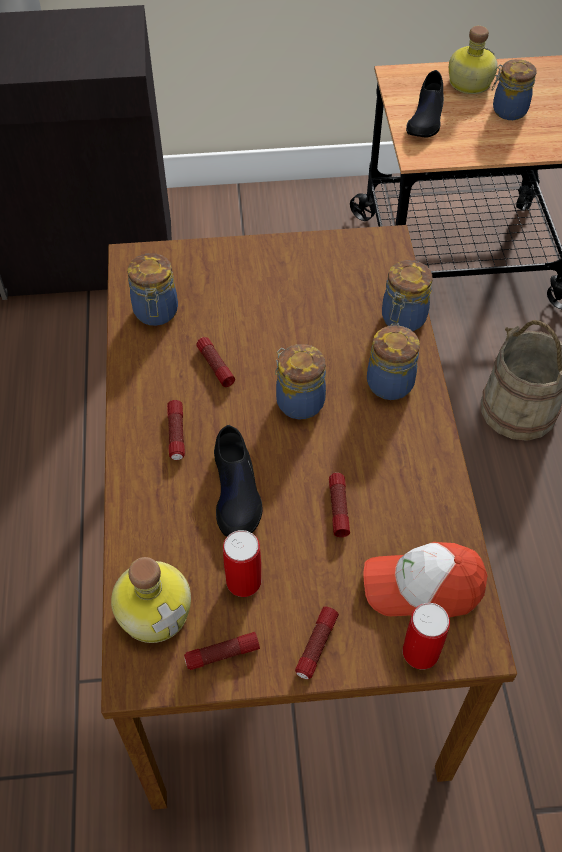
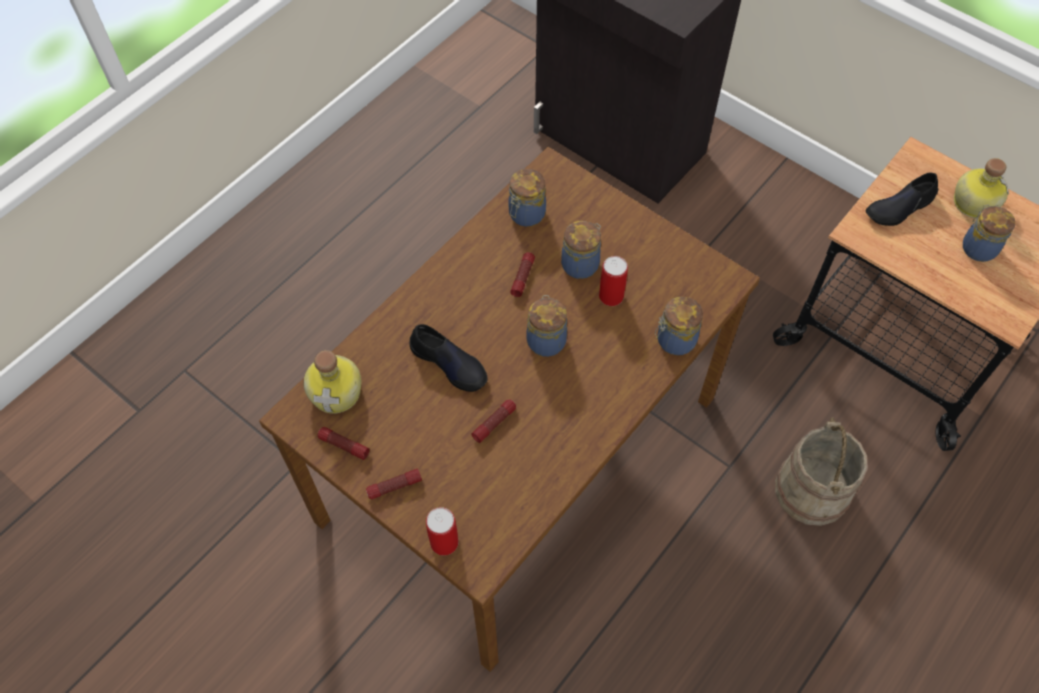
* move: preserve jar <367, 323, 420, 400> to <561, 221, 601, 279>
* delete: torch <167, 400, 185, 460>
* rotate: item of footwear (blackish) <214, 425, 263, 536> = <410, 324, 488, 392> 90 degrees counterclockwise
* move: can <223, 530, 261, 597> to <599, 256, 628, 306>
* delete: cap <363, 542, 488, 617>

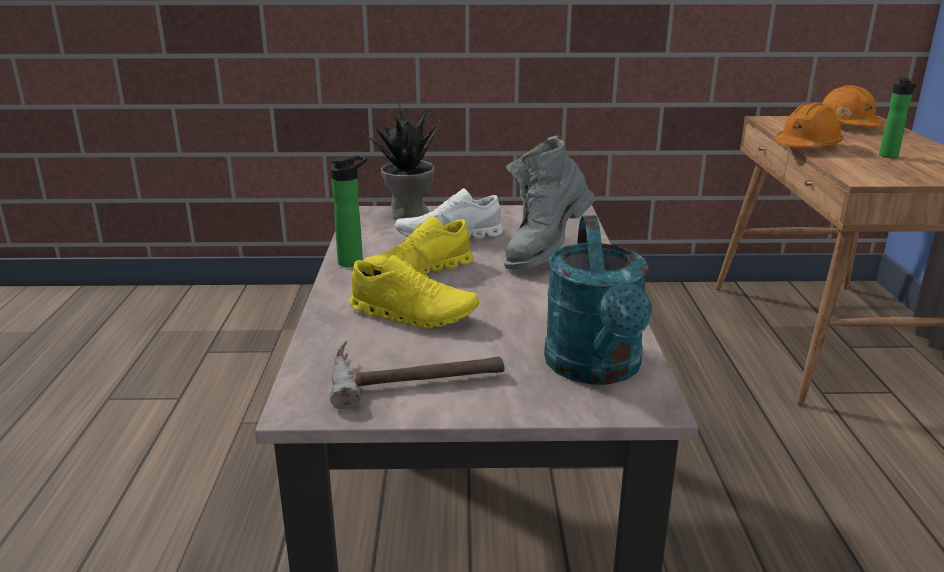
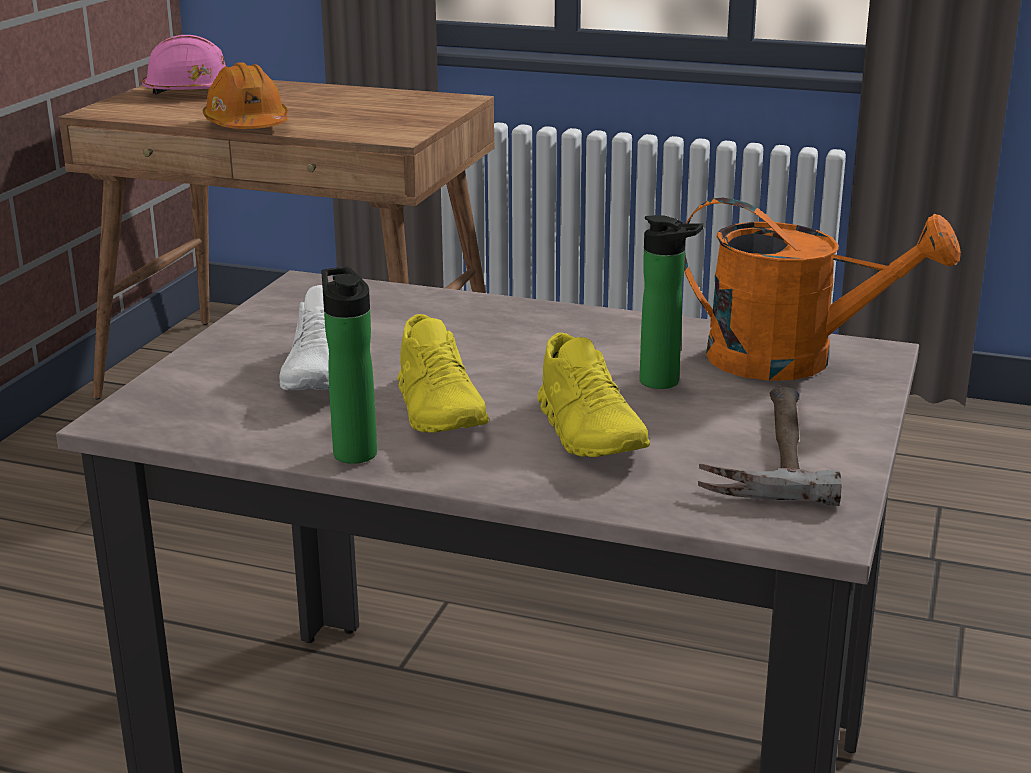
* move: bottle <879, 78, 917, 158> to <640, 215, 704, 389>
* recolor: safety helmet (orangey) <822, 85, 885, 127> to safety helmet (pink) <142, 35, 226, 95>
* delete: plant in a pot <362, 101, 440, 219>
* delete: tall boot (grey) <504, 136, 595, 269>
* recolor: watering can (turquoise) <544, 215, 652, 385> to watering can (orangey) <684, 198, 961, 381>
* rotate: item of footwear (yellow) <349, 255, 479, 329> = <537, 333, 650, 457> 120 degrees clockwise

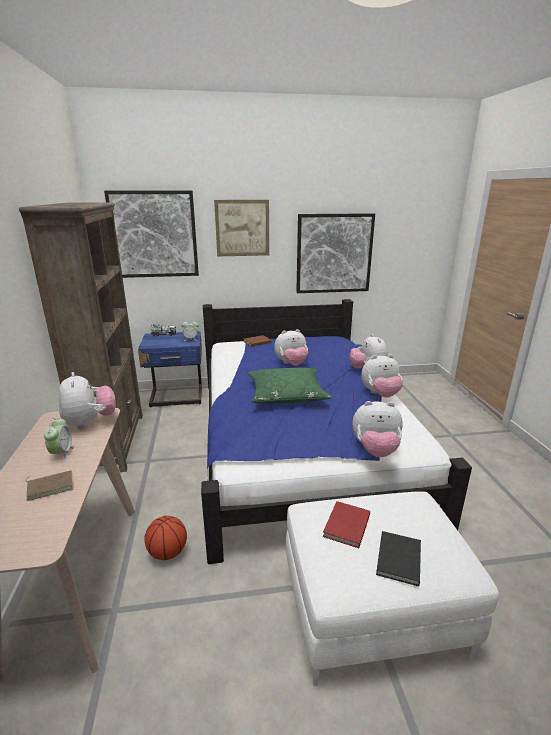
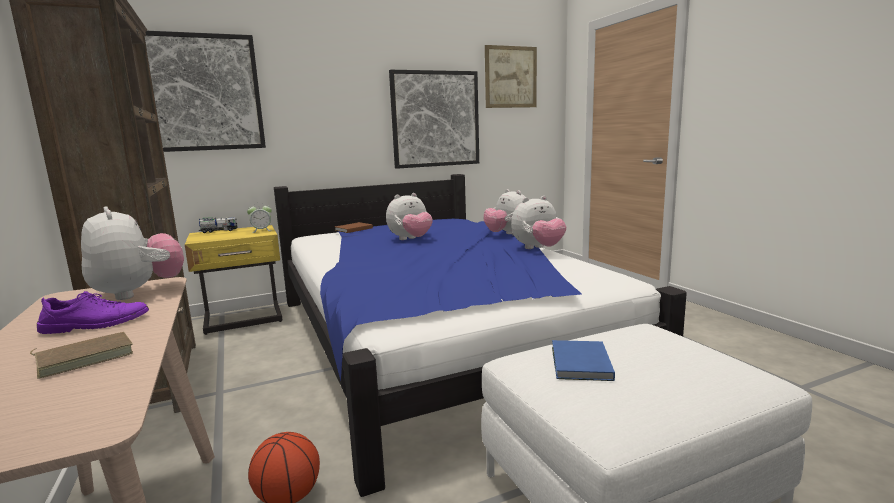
* move: wall art <214, 200, 269, 256> to <485, 45, 537, 108>
* recolor: bedside table (bluish) <138, 331, 202, 408> to bedside table (yellow) <185, 225, 283, 335>
* delete: throw pillow (greenish) <248, 368, 332, 404>
* delete: cuddly toy <352, 401, 403, 457>
* replace: table clock <44, 418, 74, 461> to item of footwear (purple) <37, 291, 149, 334>
* recolor: volume (red-coloured) <323, 501, 370, 548> to volume (bluish) <552, 340, 615, 381>
* delete: volume (blackish) <376, 531, 421, 586>

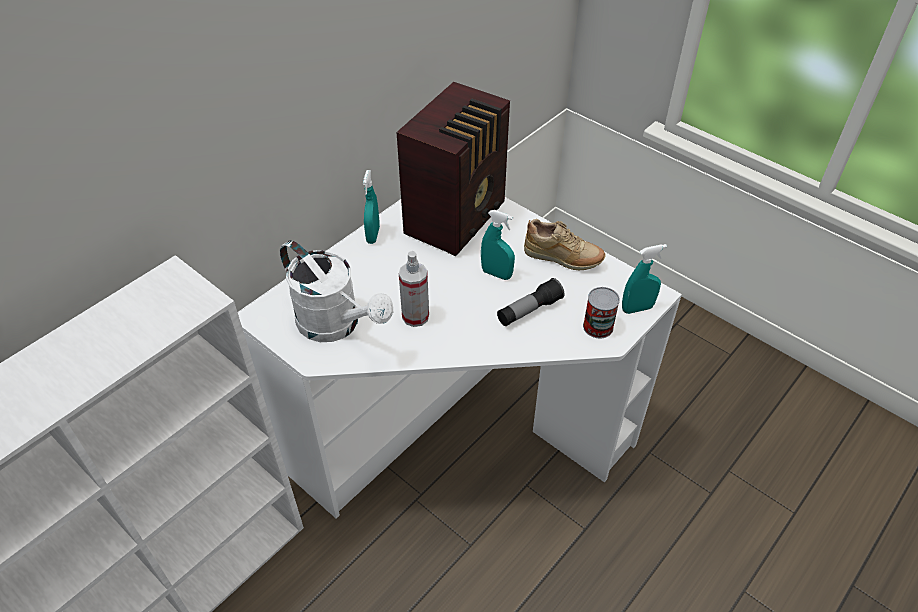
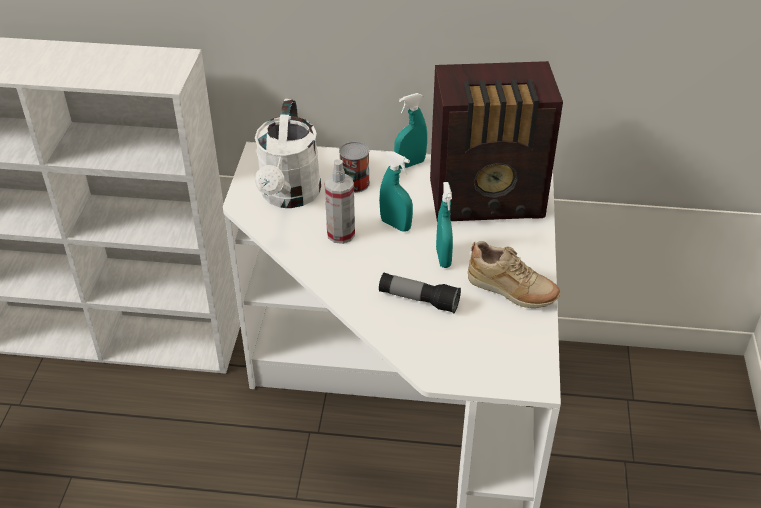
* rotate: item of footwear (beige-coloured) <524, 219, 606, 270> = <468, 241, 561, 308> 45 degrees counterclockwise
* move: hand sprayer (turquoise) <622, 244, 667, 314> to <379, 151, 413, 232>
* move: can <583, 287, 620, 338> to <339, 142, 370, 193>

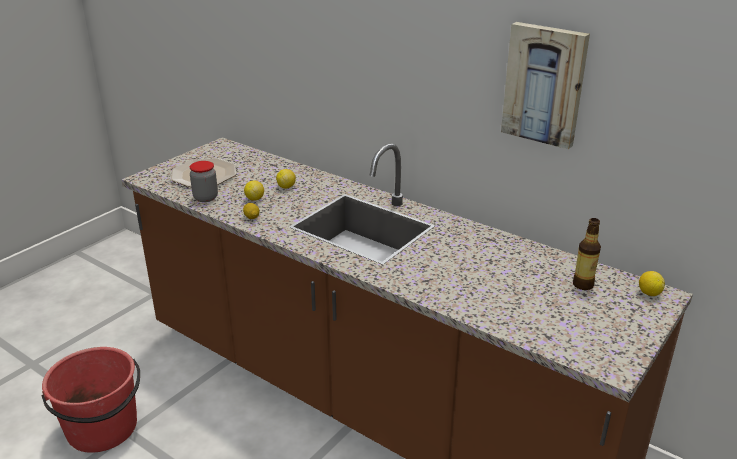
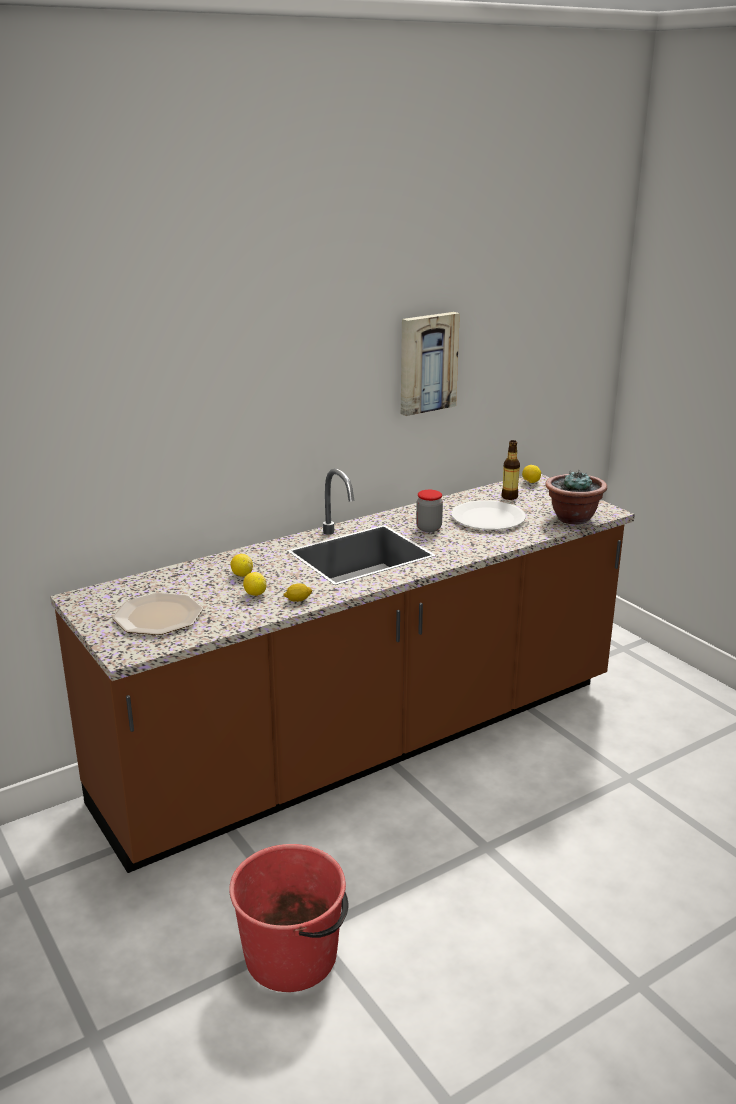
* move: preserve jar <190, 161, 218, 202> to <416, 490, 443, 532>
* insert: plant in a pot <545, 470, 607, 524>
* insert: dinner plate (whitish) <451, 500, 526, 530>

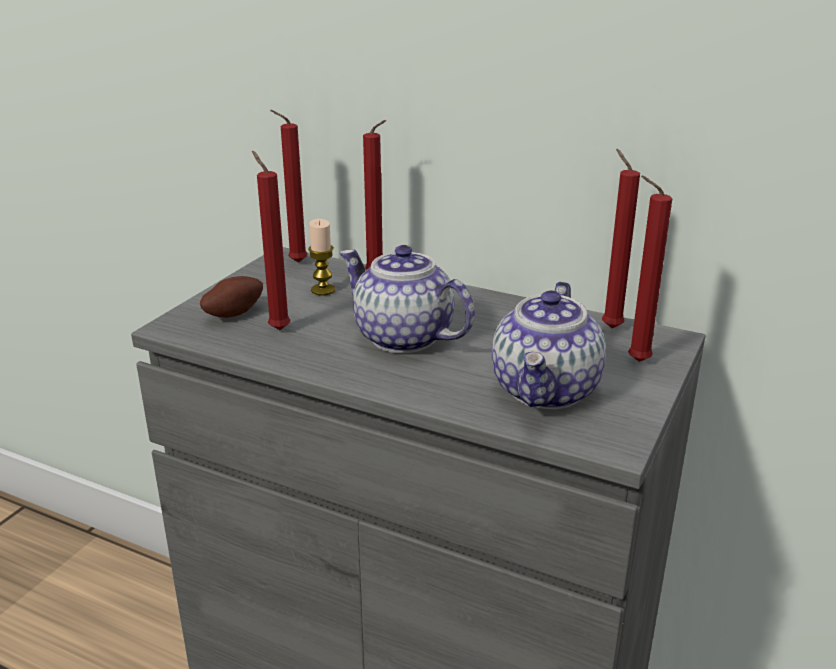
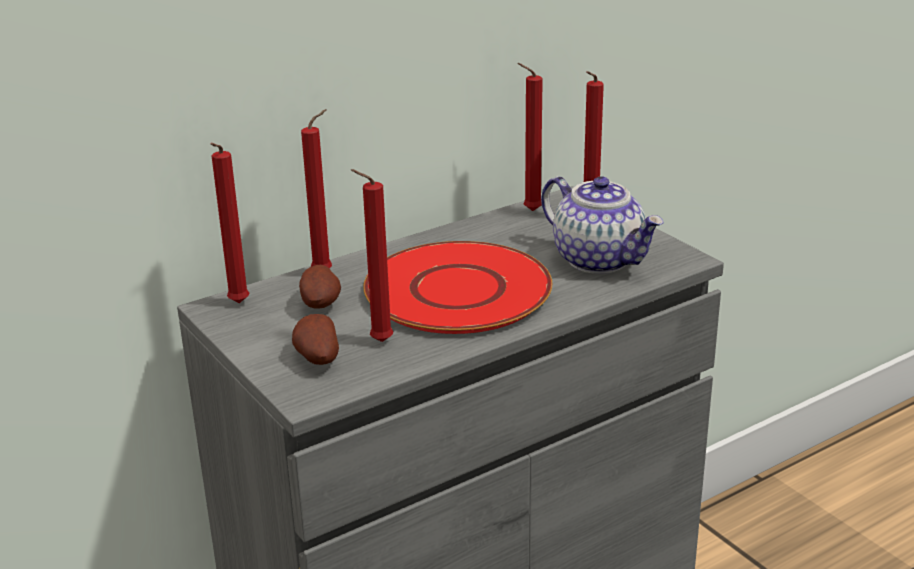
* replace: candle <308, 219, 335, 295> to potato <299, 265, 341, 309>
* replace: teapot <340, 245, 475, 353> to dinner plate (red-coloured) <363, 241, 552, 334>

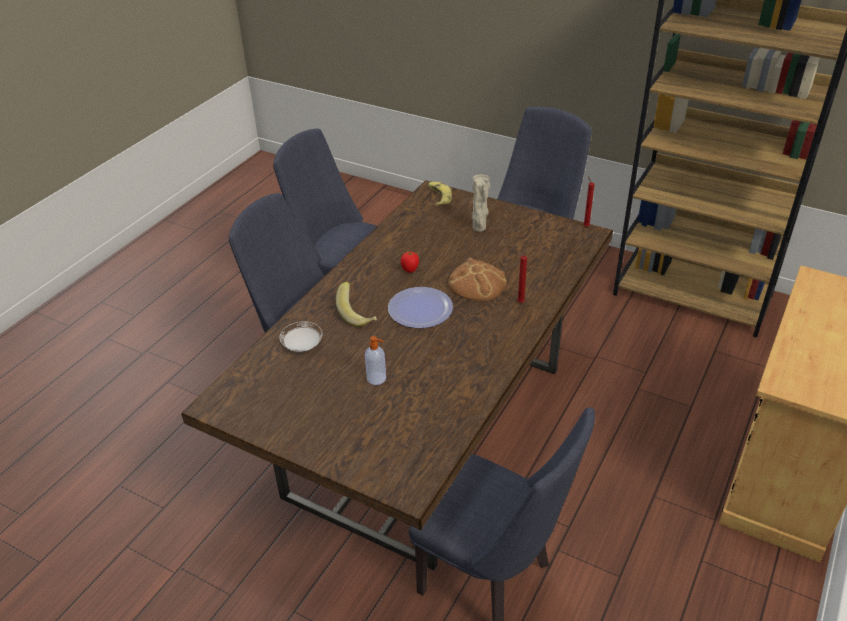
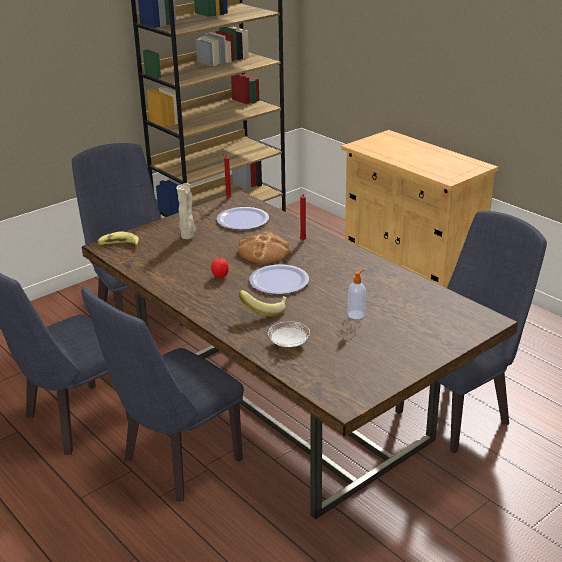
* insert: dinner plate <217, 207, 269, 230>

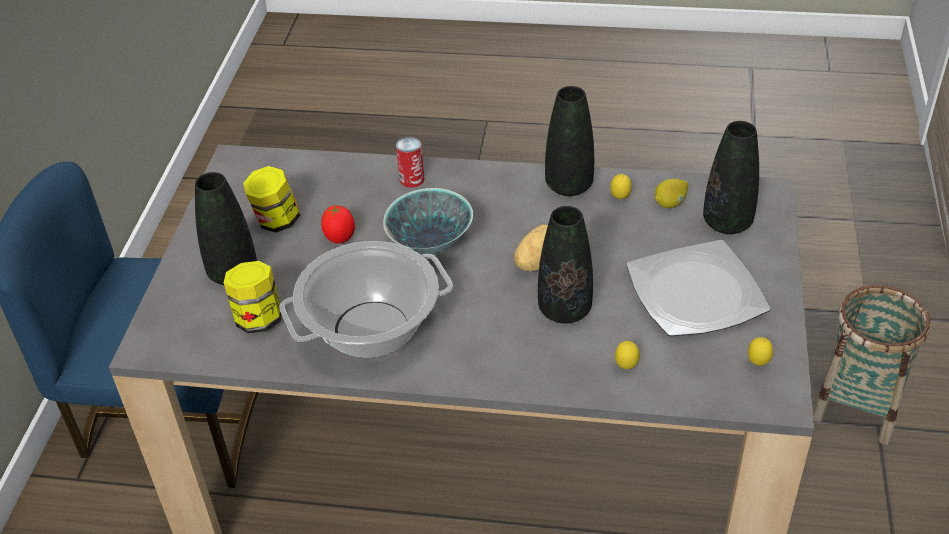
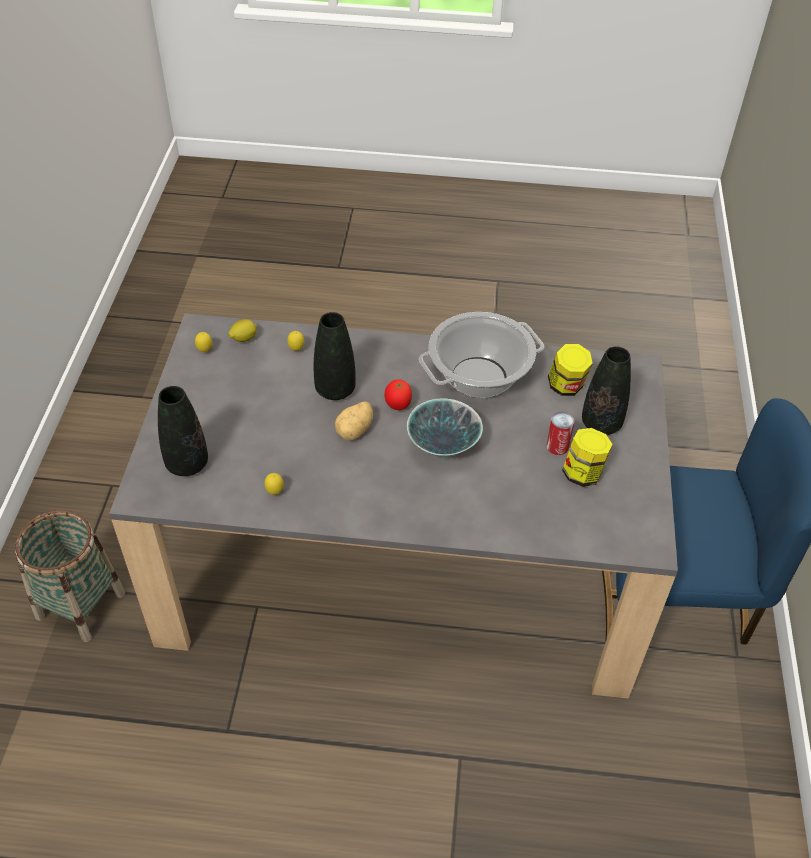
* delete: decorative vase (blackish) <545, 86, 594, 196>
* move: can <396, 137, 425, 188> to <546, 412, 574, 455>
* move: lemon <655, 178, 688, 208> to <228, 319, 257, 342>
* move: tomato <321, 205, 355, 244> to <385, 379, 412, 410>
* delete: dinner plate <627, 240, 771, 337>

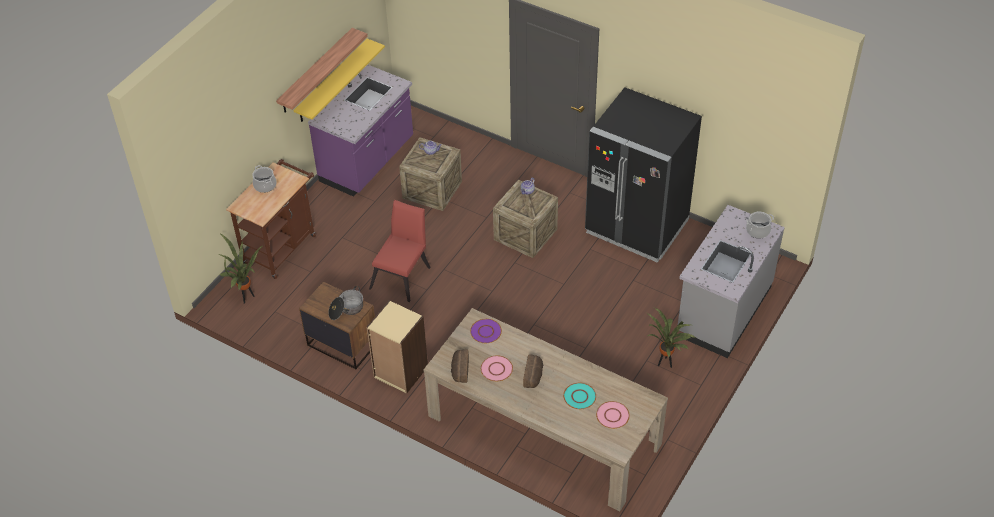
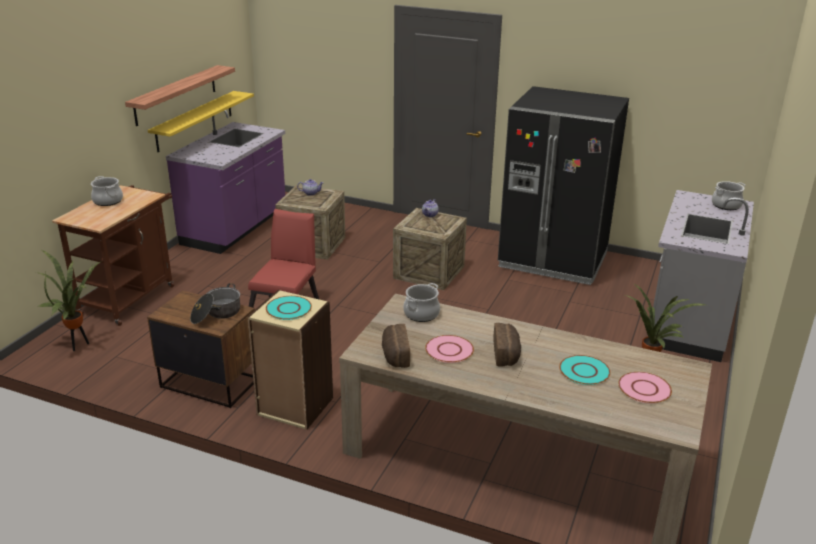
* replace: dinner plate (purple) <470, 319, 502, 343> to saucepot <403, 283, 440, 322>
* insert: dinner plate (turquoise) <266, 296, 312, 320>

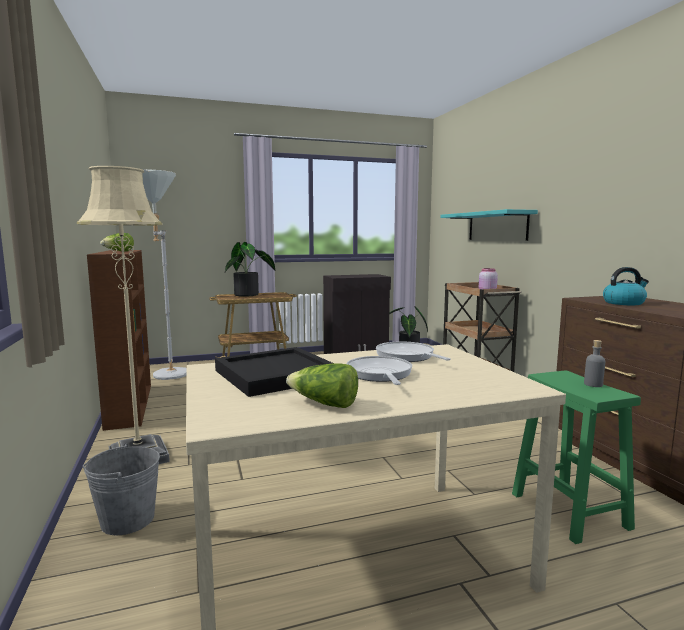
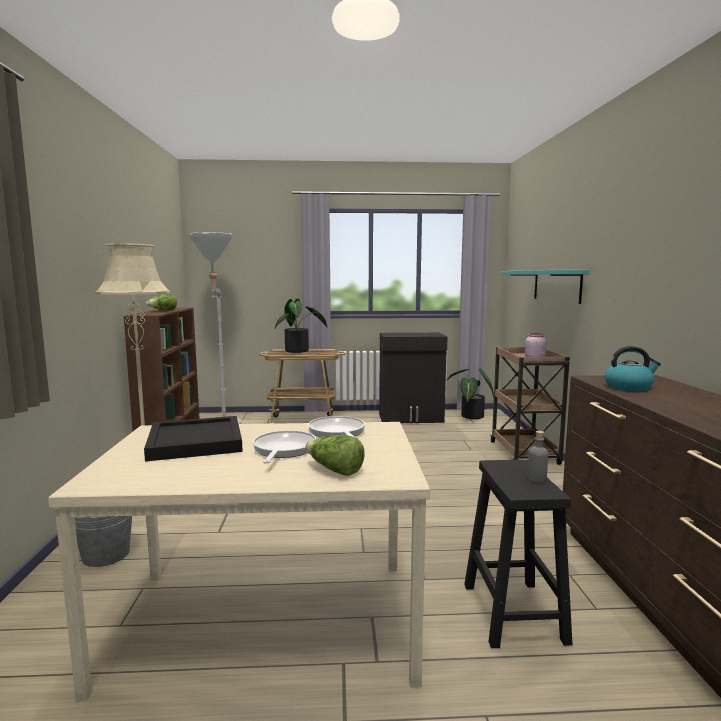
* move: lettuce <286, 363, 358, 408> to <306, 435, 365, 476>
* recolor: sitting stool (greenish) <512, 370, 641, 544> to sitting stool (blackish) <464, 460, 573, 648>

